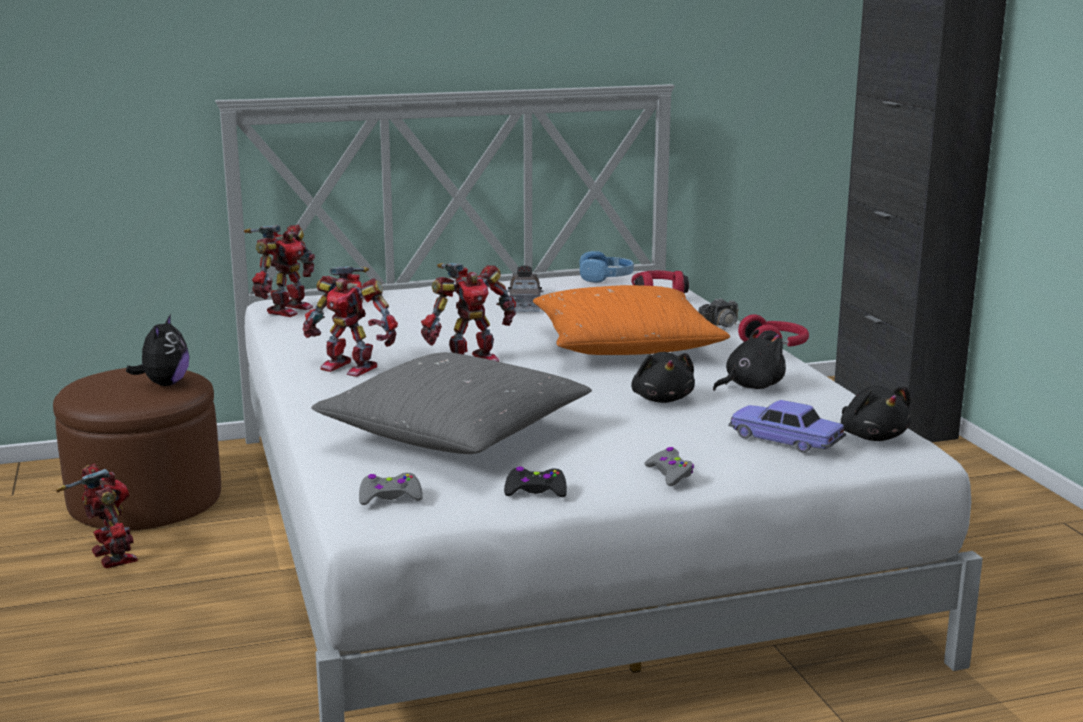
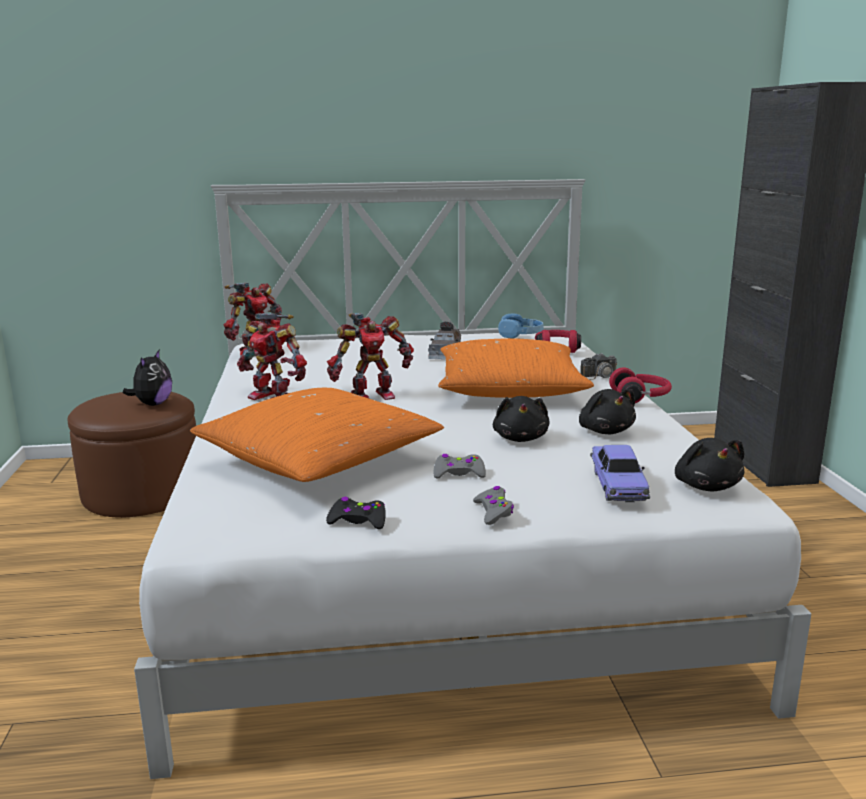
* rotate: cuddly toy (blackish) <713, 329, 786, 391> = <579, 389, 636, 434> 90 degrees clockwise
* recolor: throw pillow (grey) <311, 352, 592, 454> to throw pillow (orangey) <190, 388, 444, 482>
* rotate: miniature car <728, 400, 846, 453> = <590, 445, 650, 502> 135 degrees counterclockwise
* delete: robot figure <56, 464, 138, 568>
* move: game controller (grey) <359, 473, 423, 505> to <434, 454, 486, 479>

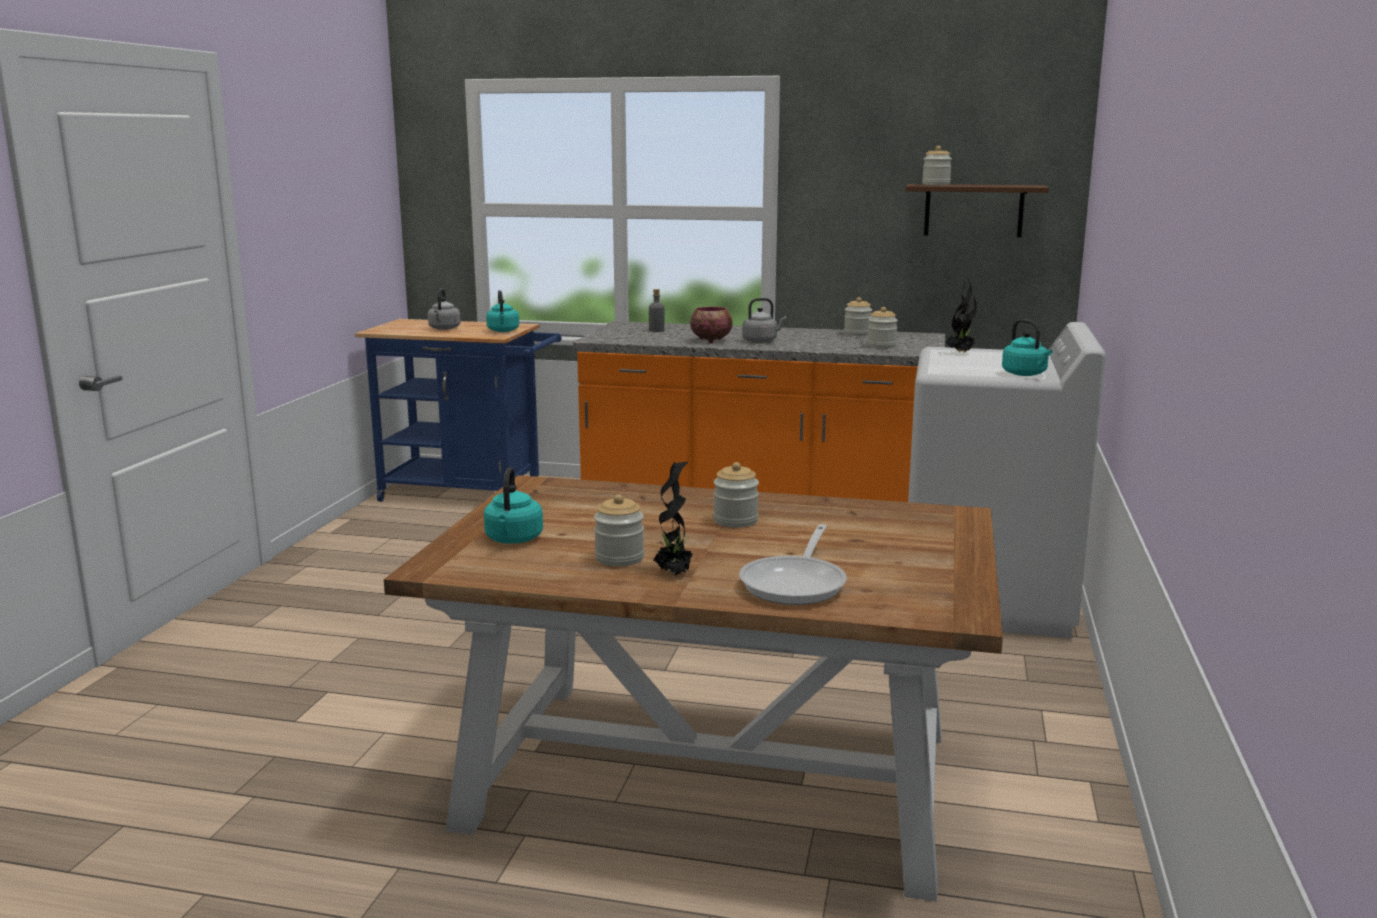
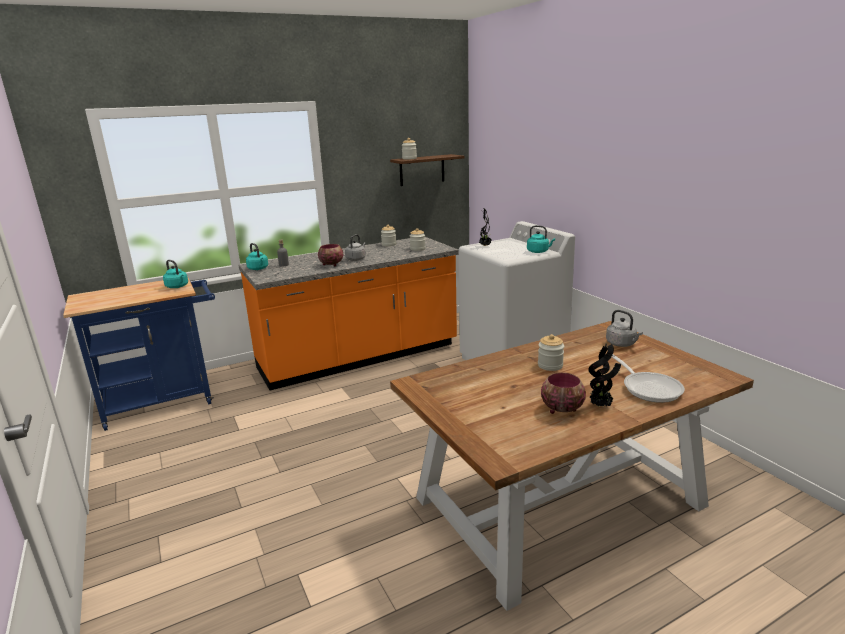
* move: tea kettle (grey) <428, 288, 461, 330> to <606, 310, 643, 347>
* move: tea kettle (turquoise) <484, 467, 543, 544> to <246, 243, 268, 270>
* replace: preserve jar <594, 494, 644, 567> to bowl <541, 372, 586, 414>

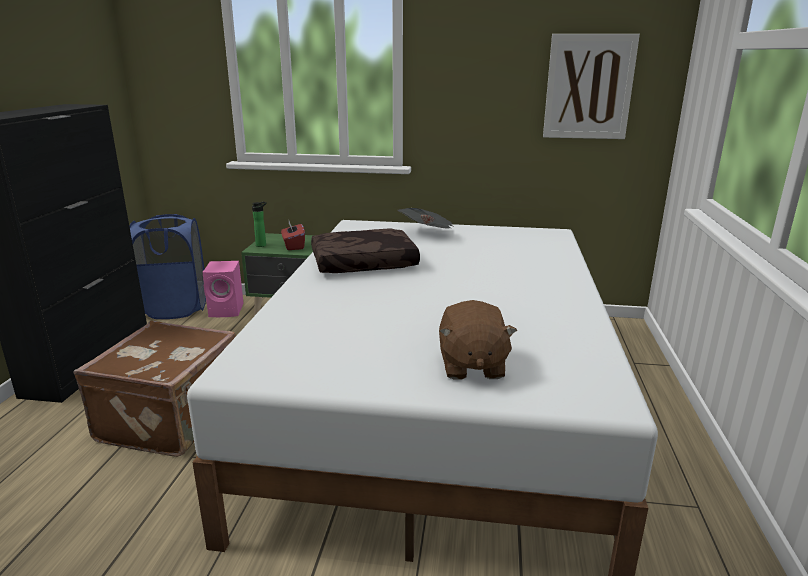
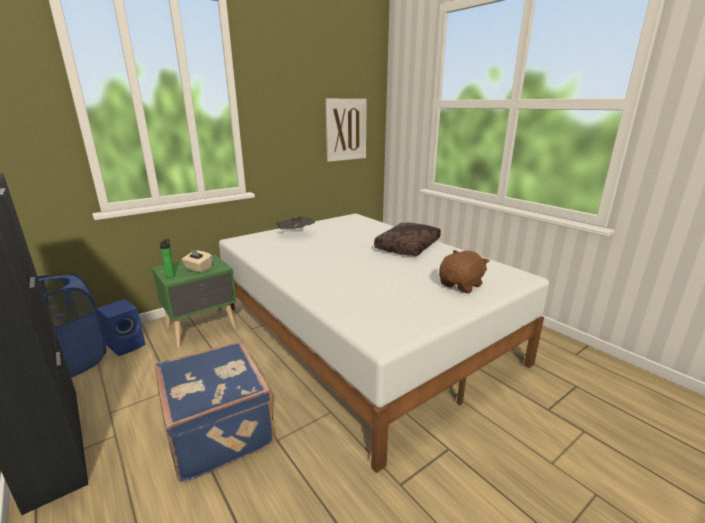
* recolor: tissue holder (red-coloured) <281, 219, 305, 250> to tissue holder (beige-coloured) <182, 249, 213, 273>
* move: throw pillow (brown) <311, 228, 420, 273> to <374, 223, 441, 256>
* recolor: audio speaker (pink) <202, 261, 244, 317> to audio speaker (bluish) <97, 299, 146, 356>
* rotate: cuddly toy (brown) <439, 300, 517, 380> = <439, 250, 490, 293> 90 degrees counterclockwise
* recolor: piece of luggage (brown) <74, 321, 236, 457> to piece of luggage (bluish) <155, 340, 275, 483>

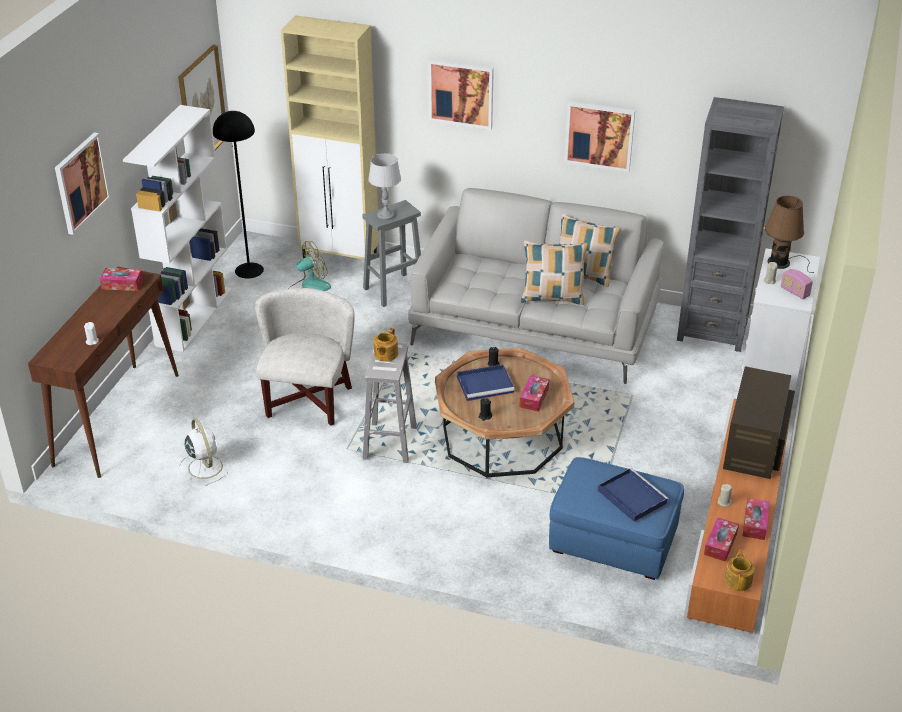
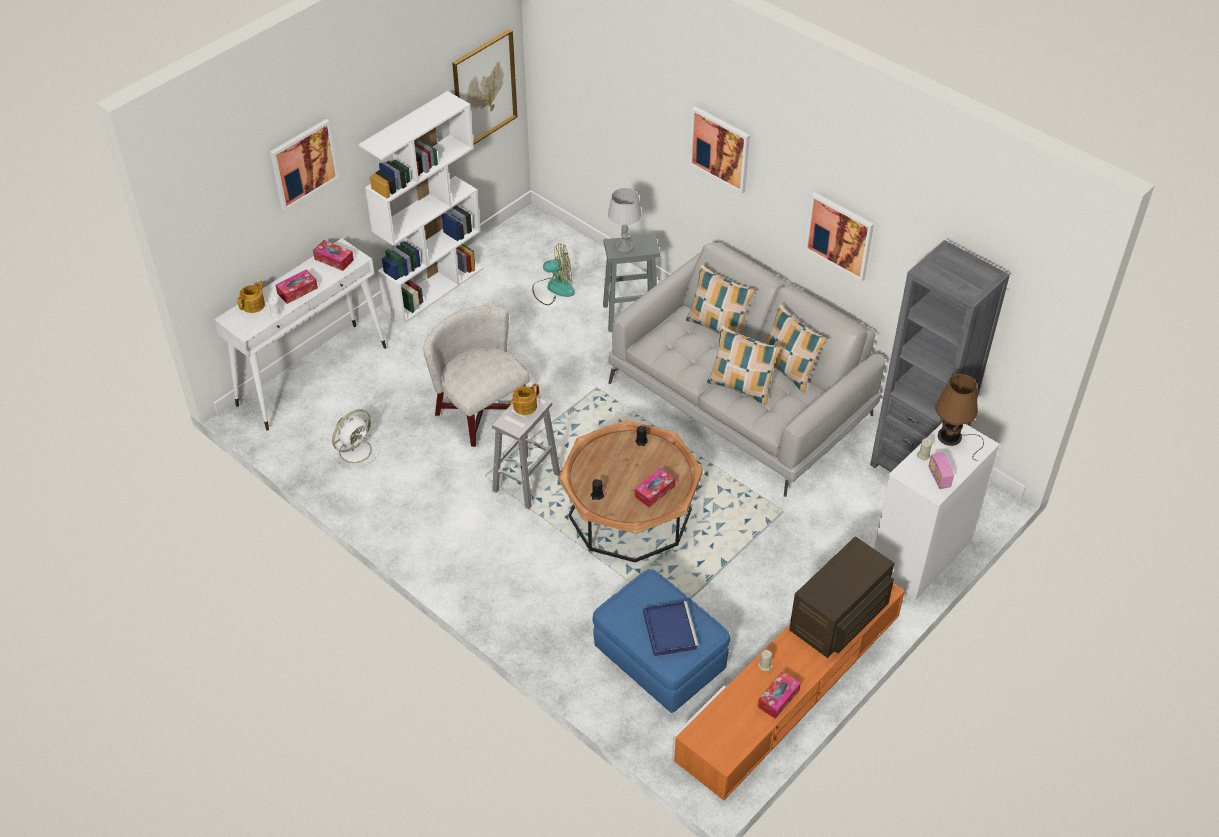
* delete: cabinet (beige-coloured) <281, 15, 379, 261>
* delete: floor lamp (blackish) <213, 111, 264, 278>
* recolor: console table (brown) <28, 267, 179, 478> to console table (whitish) <214, 238, 387, 431>
* rotate: easy chair (whitish) <255, 288, 355, 426> = <424, 305, 529, 447> 75 degrees counterclockwise
* delete: serving tray (bluish) <457, 365, 515, 401>
* rotate: cooling fan (whitish) <179, 419, 230, 486> = <330, 409, 380, 469> 45 degrees clockwise
* move: tissue holder <704, 518, 739, 562> to <276, 270, 318, 304>
* move: teapot <724, 549, 755, 591> to <237, 280, 265, 313>
* insert: throw pillow <686, 264, 755, 334>

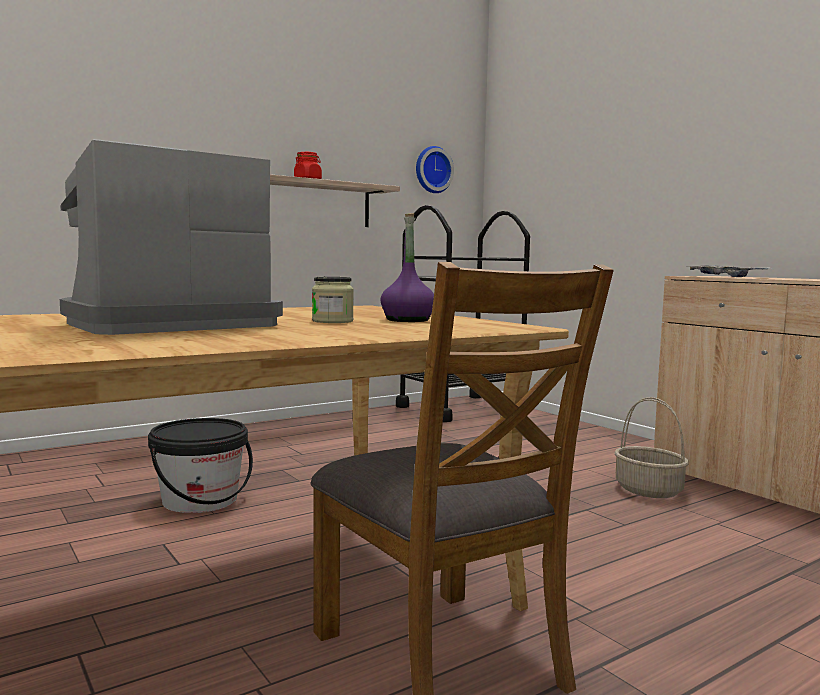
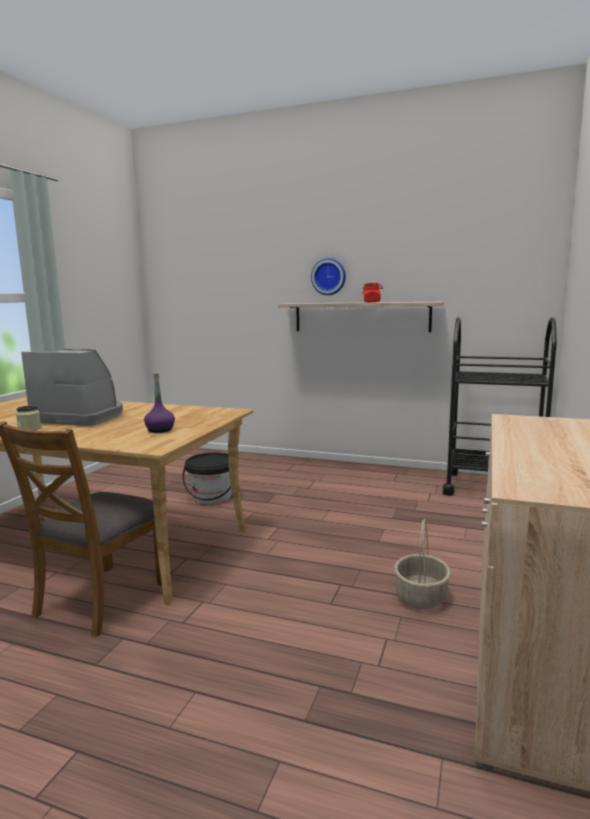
* move: wall clock <416, 146, 454, 193> to <311, 258, 346, 295>
* delete: serving tray <689, 265, 772, 277>
* move: preserve jar <312, 277, 354, 323> to <16, 405, 41, 431>

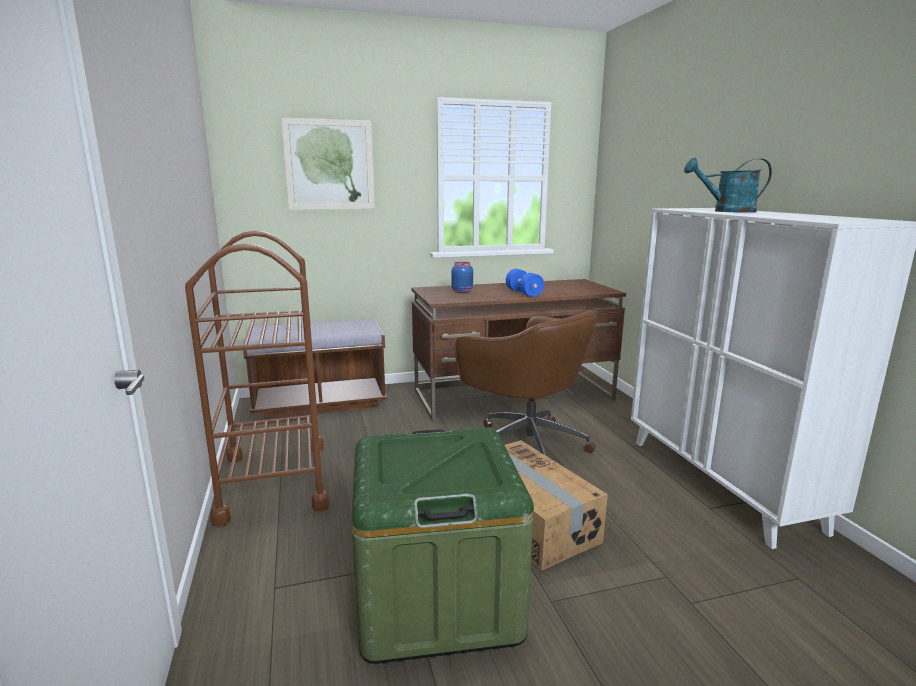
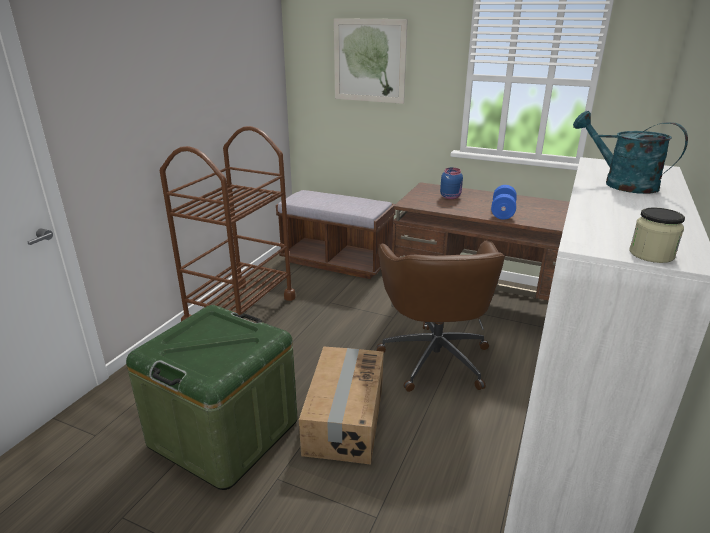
* insert: preserve jar <629, 207, 685, 263>

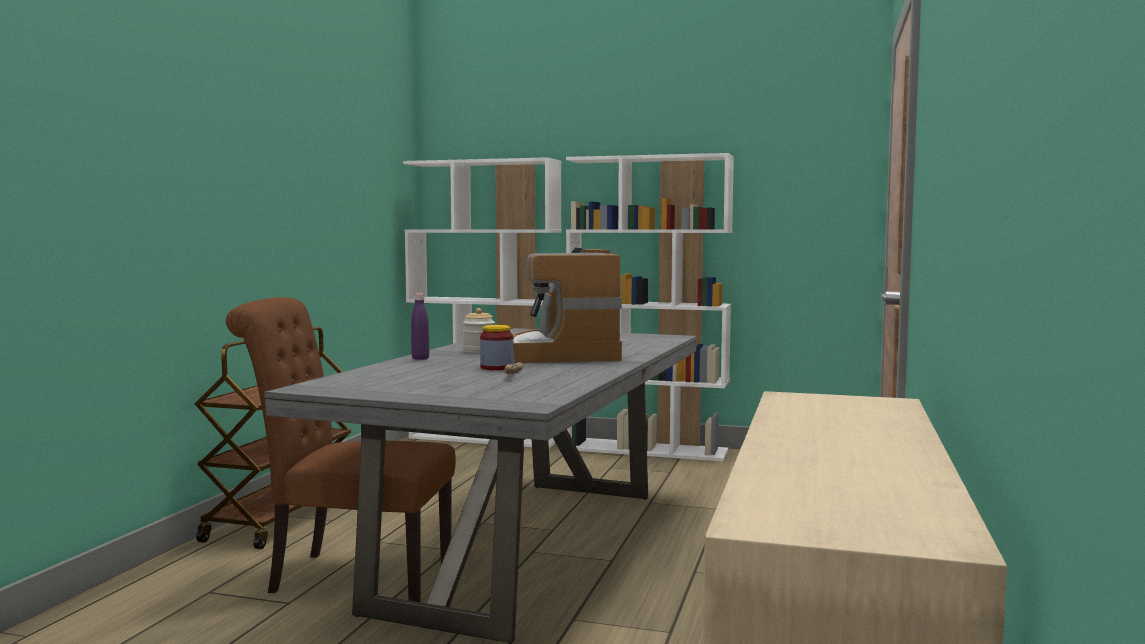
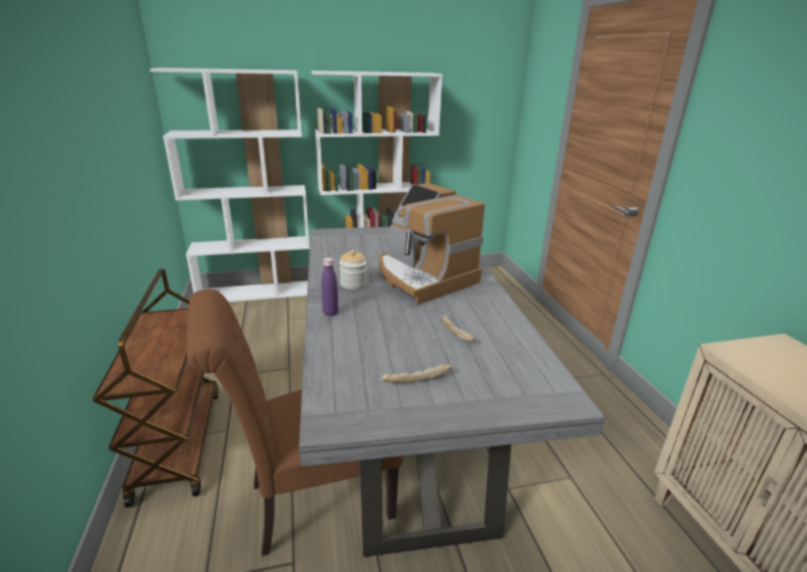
* delete: preserve jar <480, 325, 513, 370>
* insert: baked bread <382, 364, 451, 383>

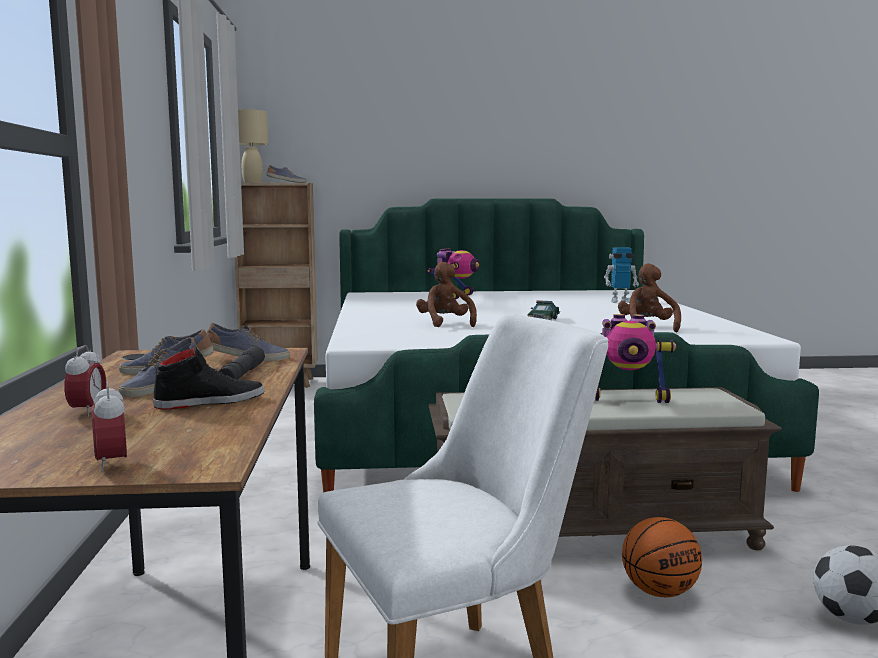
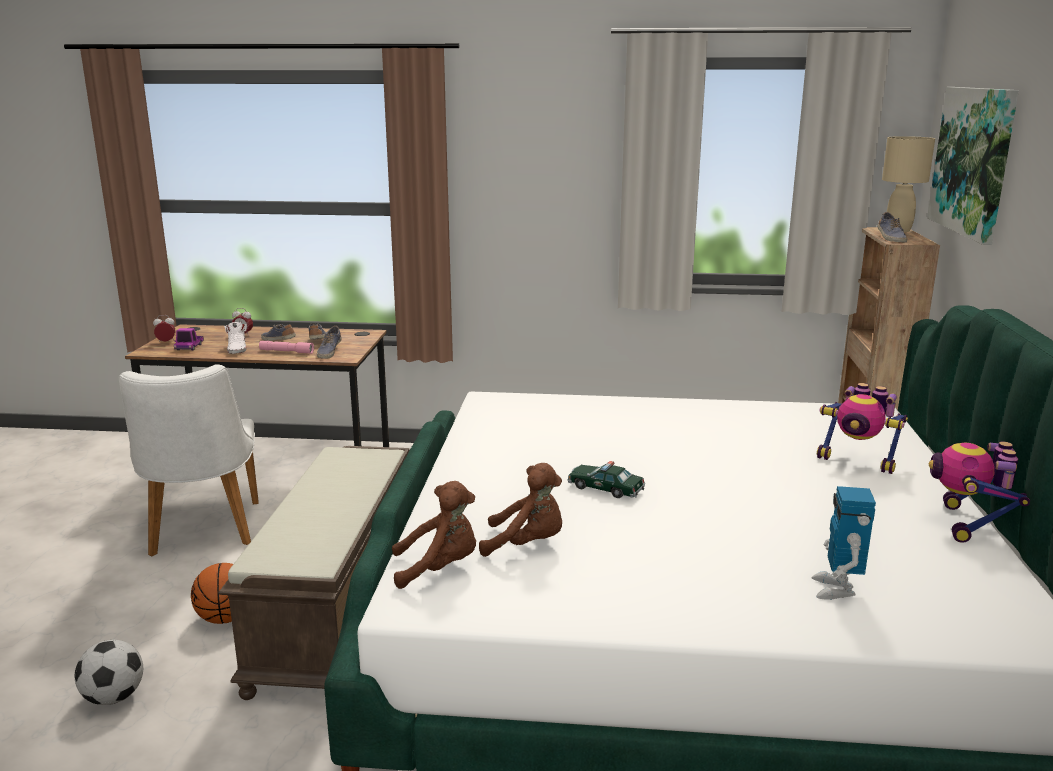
* move: cuddly toy (brown) <416, 262, 477, 327> to <392, 481, 476, 589>
* move: robot figure <595, 314, 676, 403> to <929, 442, 1030, 543>
* recolor: item of footwear (blackish) <153, 345, 265, 410> to item of footwear (whitish) <224, 322, 247, 354>
* recolor: torch (grey) <219, 346, 265, 379> to torch (pink) <259, 341, 314, 354>
* insert: wall art <927, 87, 1019, 245>
* insert: toy lorry <174, 328, 204, 350>

